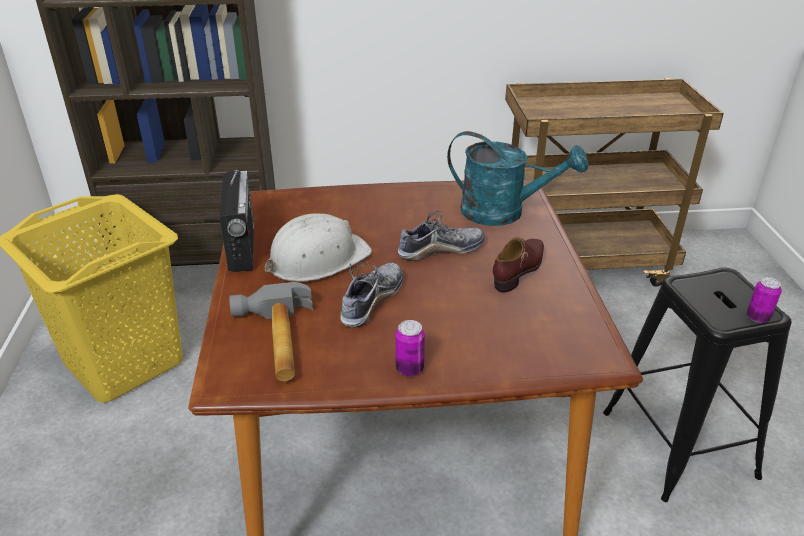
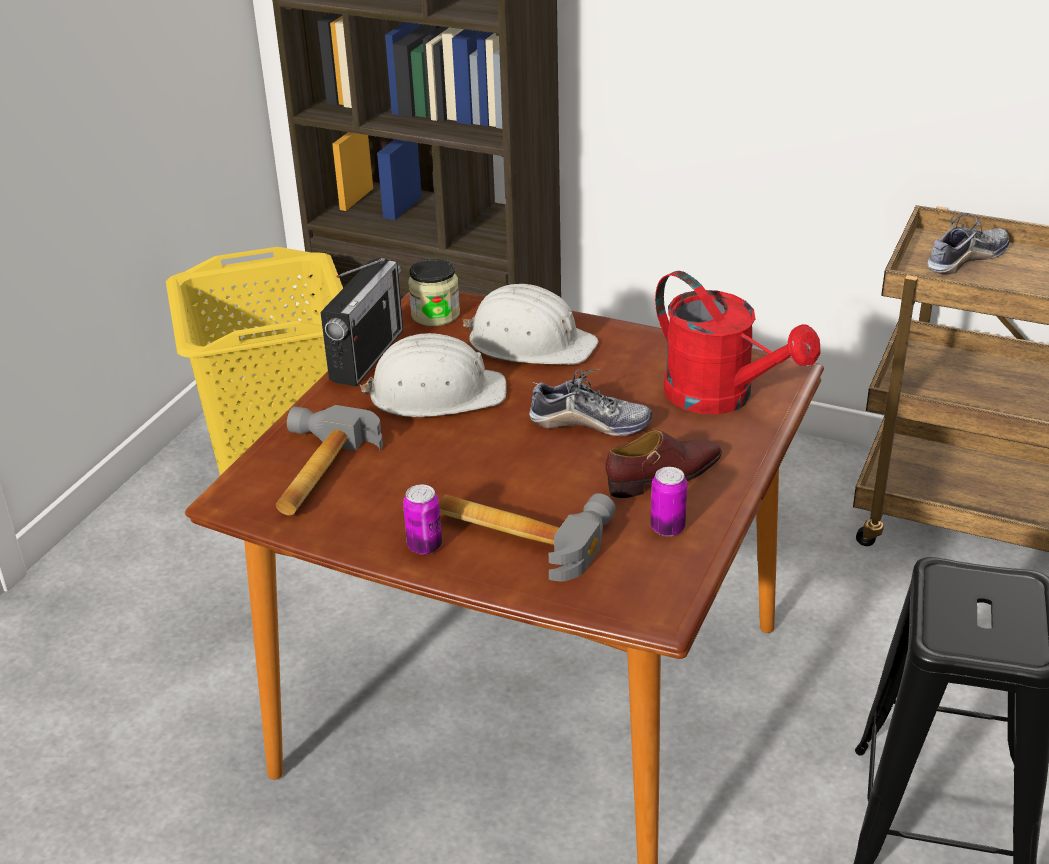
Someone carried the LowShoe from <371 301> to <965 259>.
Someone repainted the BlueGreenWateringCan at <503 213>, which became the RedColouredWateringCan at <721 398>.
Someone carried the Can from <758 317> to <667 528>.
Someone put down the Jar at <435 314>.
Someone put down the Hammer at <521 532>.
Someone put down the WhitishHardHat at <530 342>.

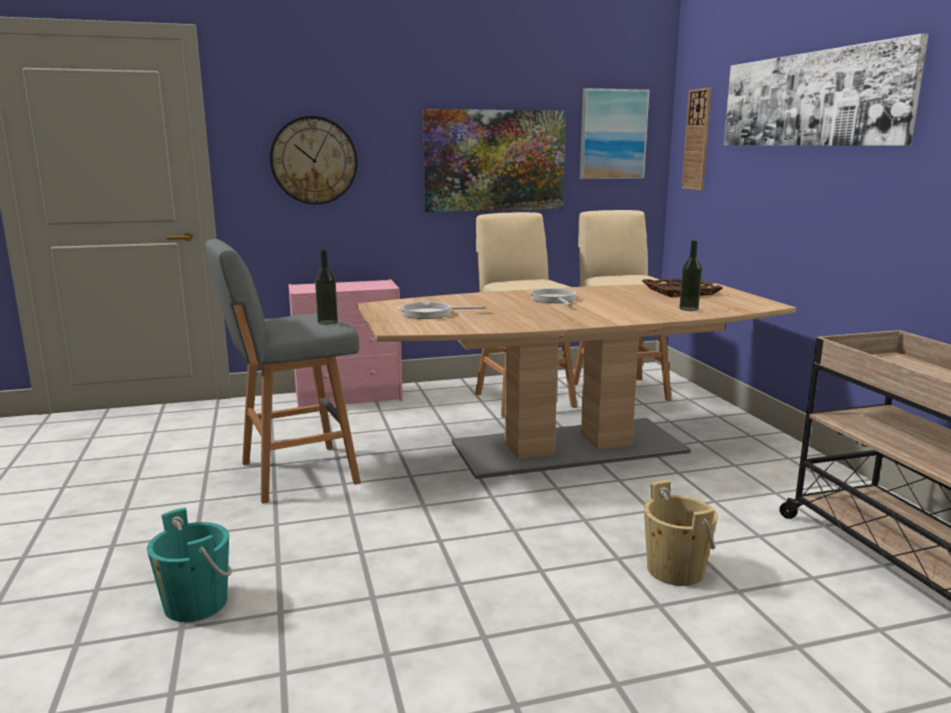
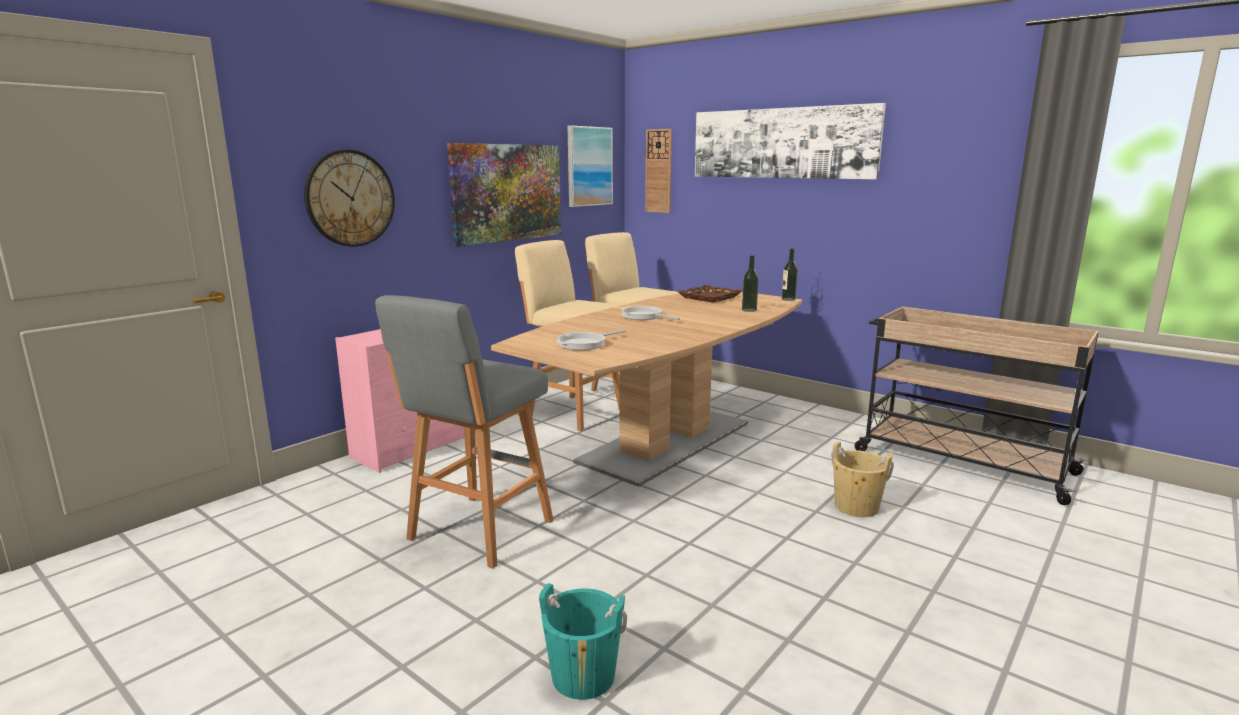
Someone carried the BeverageBottle from <327 322> to <788 299>.

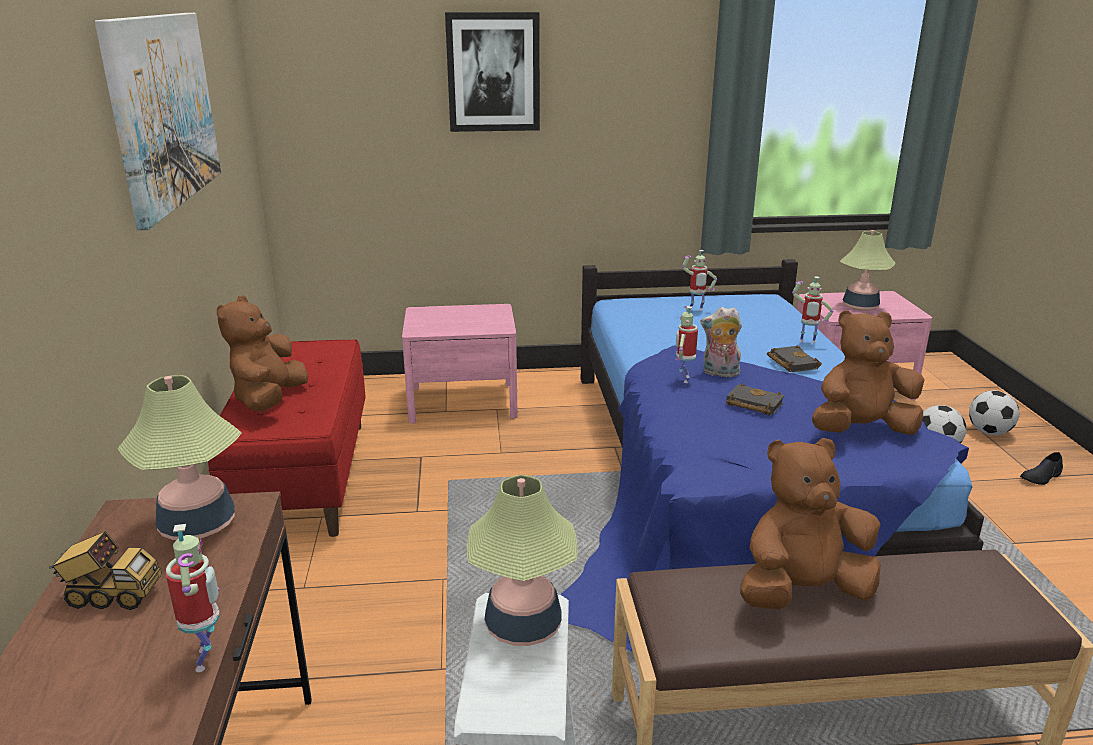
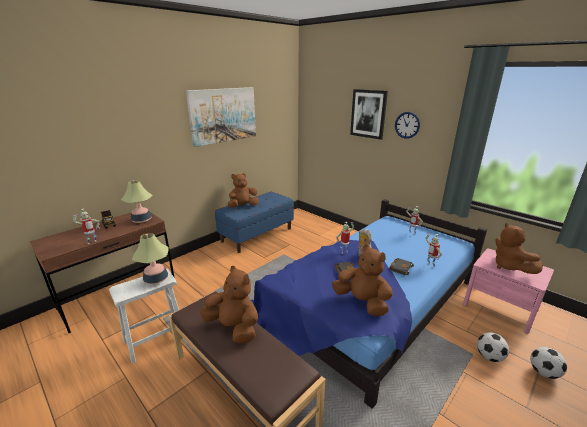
Someone repainted the RedColouredIndoorBench at <303 477>, which became the BluishIndoorBench at <257 235>.
Someone took away the PinkNightstand at <462 402>.
Someone swapped the TableLamp at <860 306> for the BrownPlushToy at <509 266>.
Someone took away the BlackLowShoe at <1041 477>.
Someone put up the HangingClock at <407 125>.

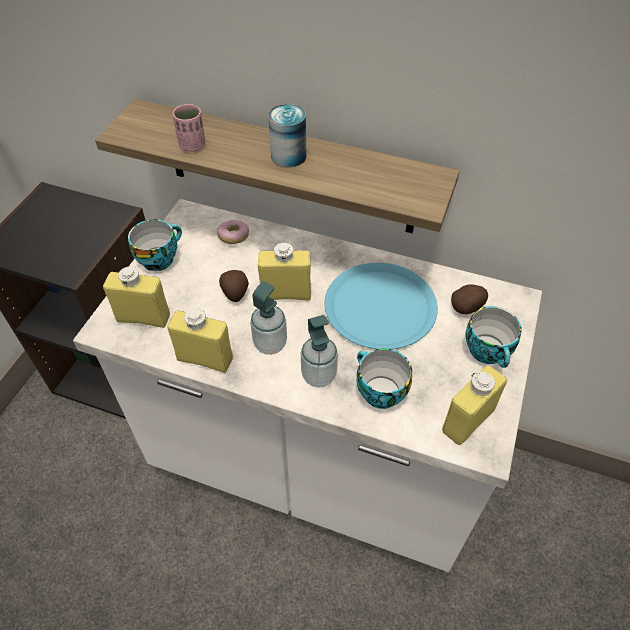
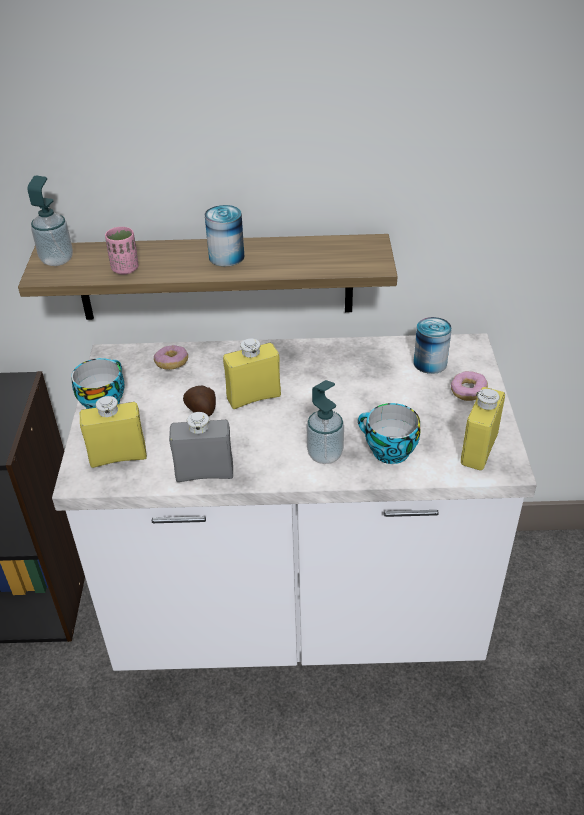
Someone repainted the YellowishBeverageBottle at <205 359>, which became the GreyishBeverageBottle at <204 473>.
Someone carried the SoapBottle from <270 344> to <57 259>.
Someone took away the BluishPlate at <380 307>.
Someone swapped the WholePotato at <467 307> for the Can at <430 363>.
Someone swapped the SmallCup at <489 352> for the Doughnut at <468 392>.

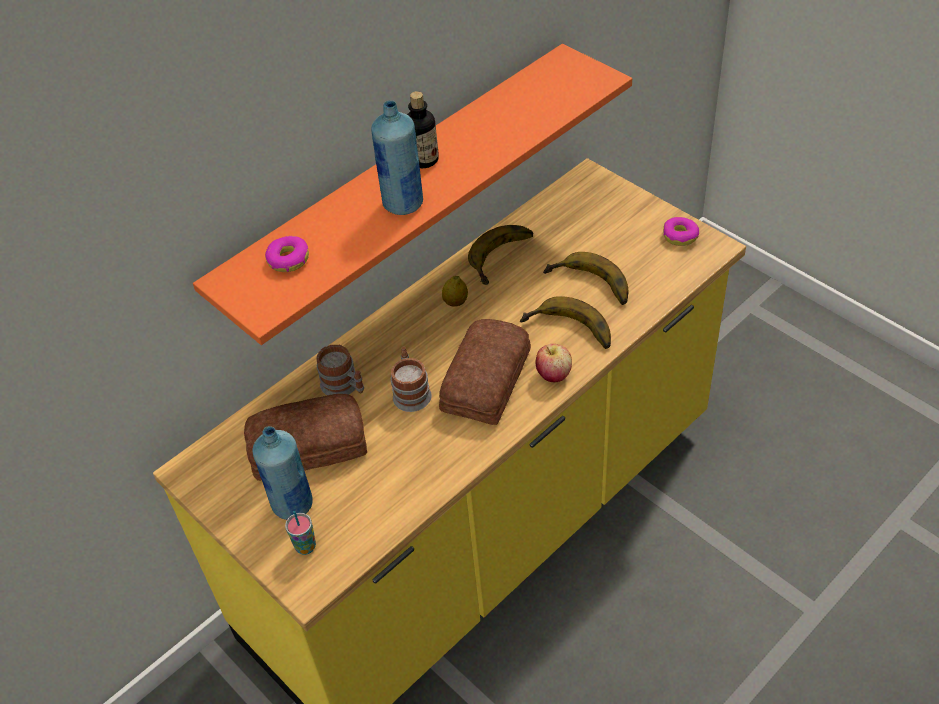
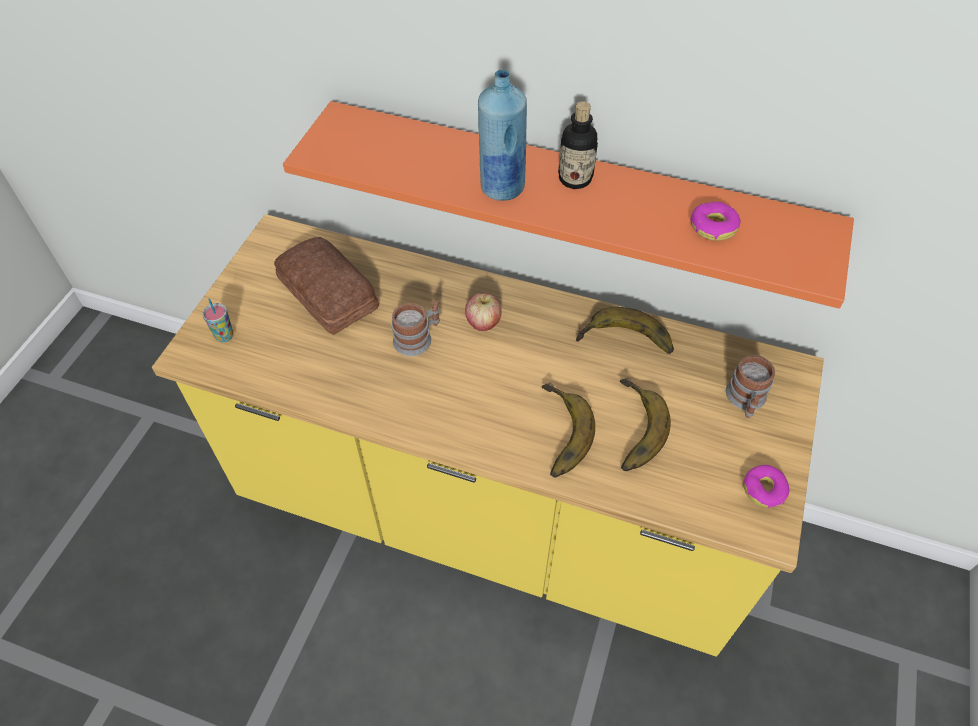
Someone took away the BluishBeverageBottle at <292 505>.
Someone carried the Doughnut from <288 259> to <713 227>.
Someone carried the Mug from <344 386> to <745 400>.
Someone took away the BakeryBread at <488 379>.
Someone took away the Lemon at <455 302>.
Someone carried the AppleFruit from <553 375> to <483 323>.

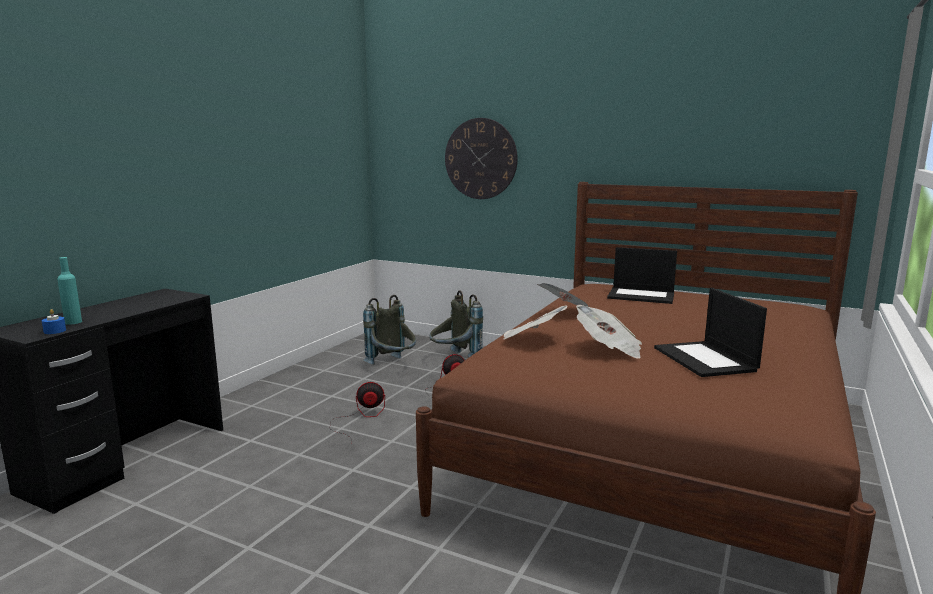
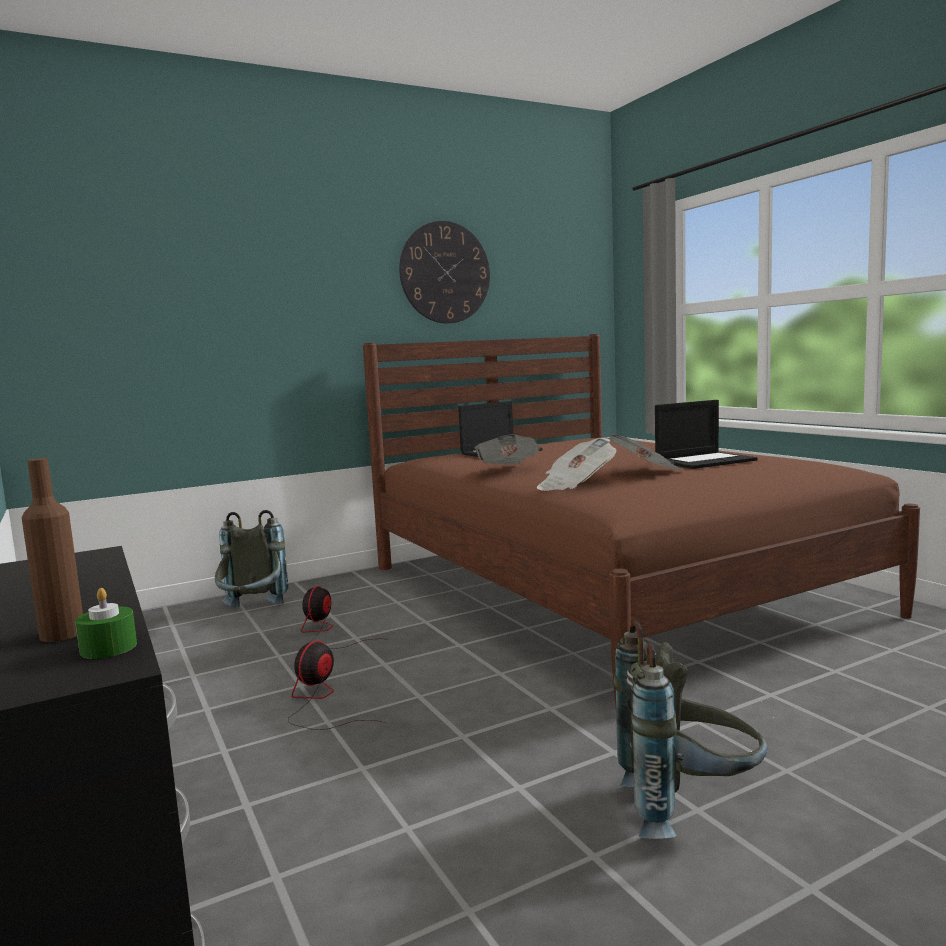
Someone repainted the BluishWaxCandle at <55 331>, which became the GreenWaxCandle at <108 648>.
Someone repainted the BlueGreenBeverageBottle at <73 322>, which became the BrownBeverageBottle at <62 634>.
Someone carried the GreyishRucksack from <392 365> to <688 808>.
Someone carried the HangingClock from <480 159> to <445 272>.
Someone rotated the PortableComputer at <706 359> by 45 degrees counterclockwise.

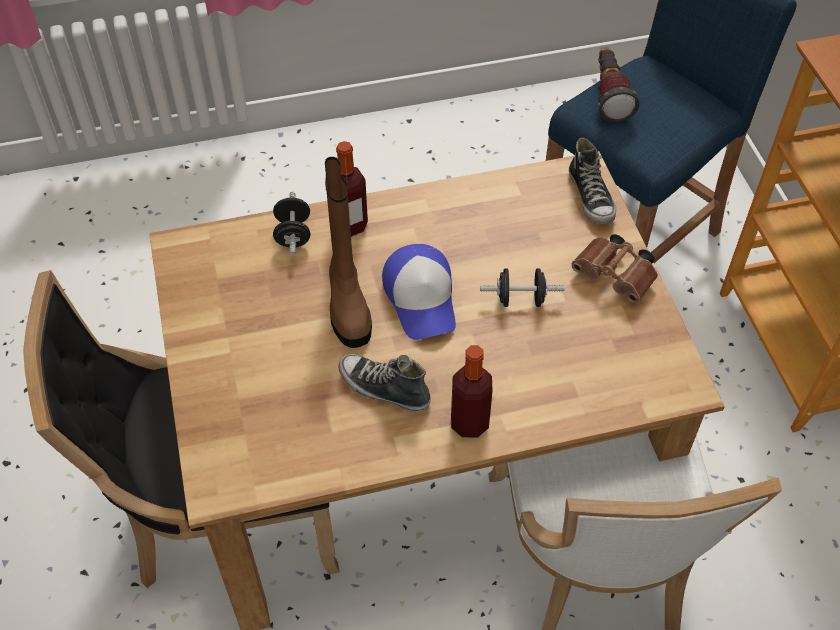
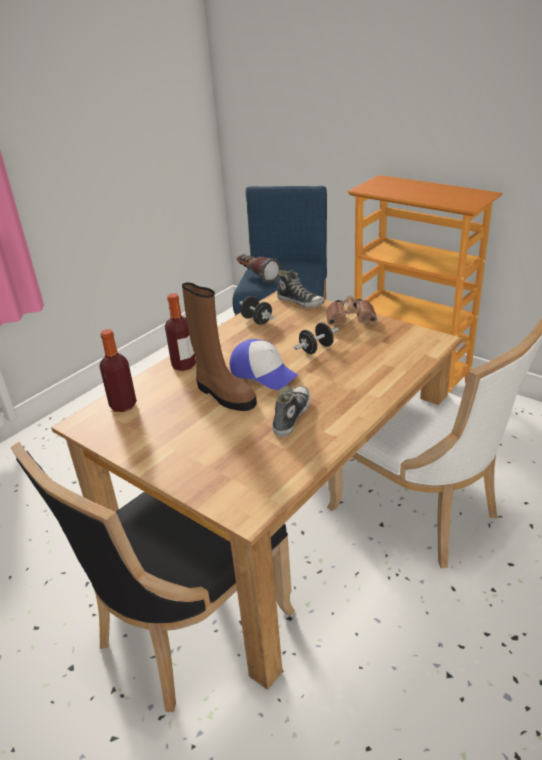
Someone carried the BlackDumbbell from <293 234> to <257 320>.
Someone rotated the LowShoe at <384 388> by 120 degrees clockwise.
Someone carried the BeverageBottle from <469 423> to <123 405>.

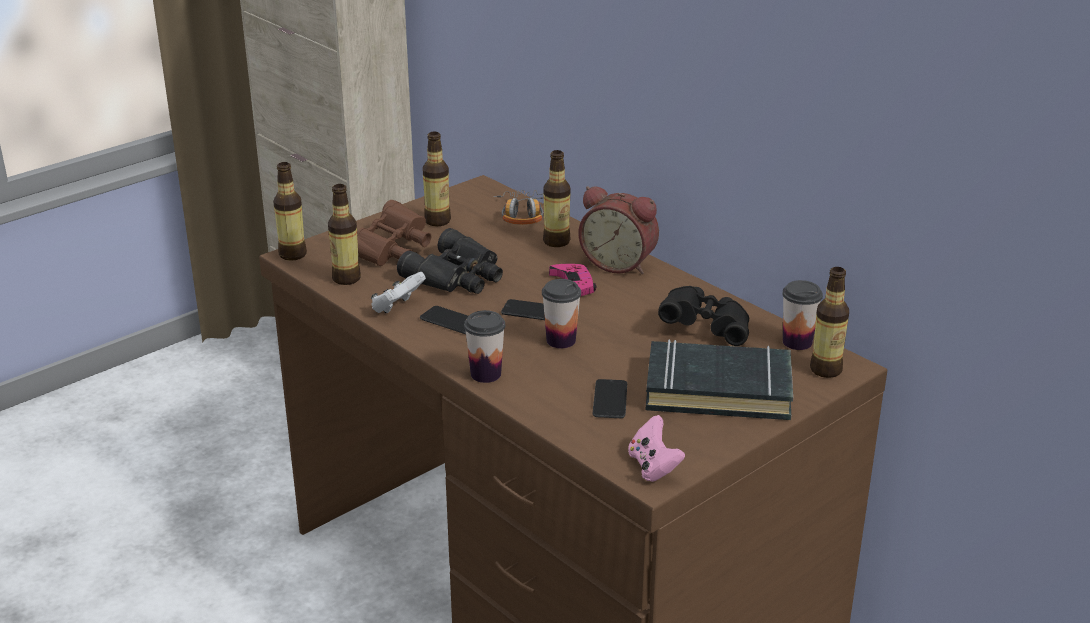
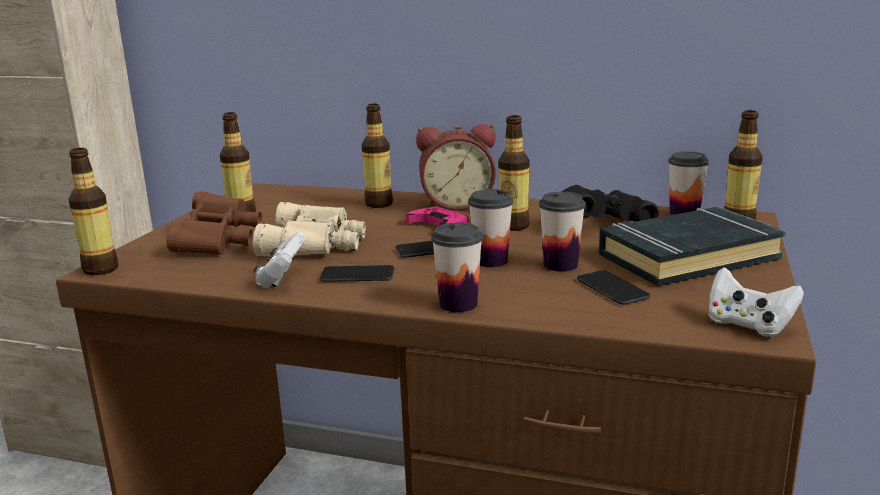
Someone carried the BeverageBottle from <346 279> to <513 226>.
Someone repainted the BlackBinoculars at <457 276>, which became the SandColouredBinoculars at <316 244>.
Someone took away the Headset at <524 214>.
Someone repainted the PinkGameController at <653 467>, which became the WhitishGameController at <748 325>.
Someone put down the SmallCup at <560 265>.

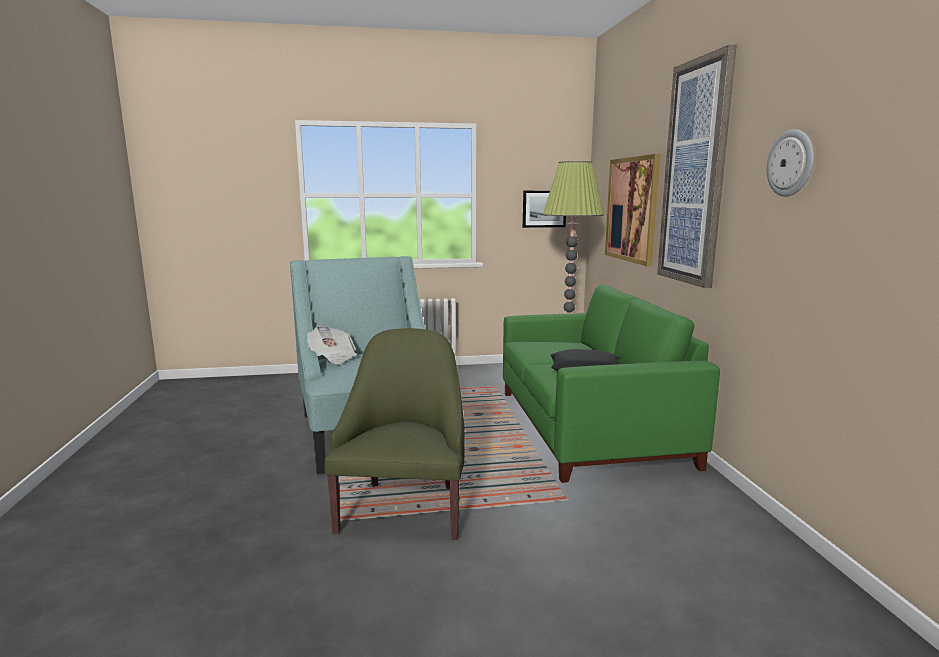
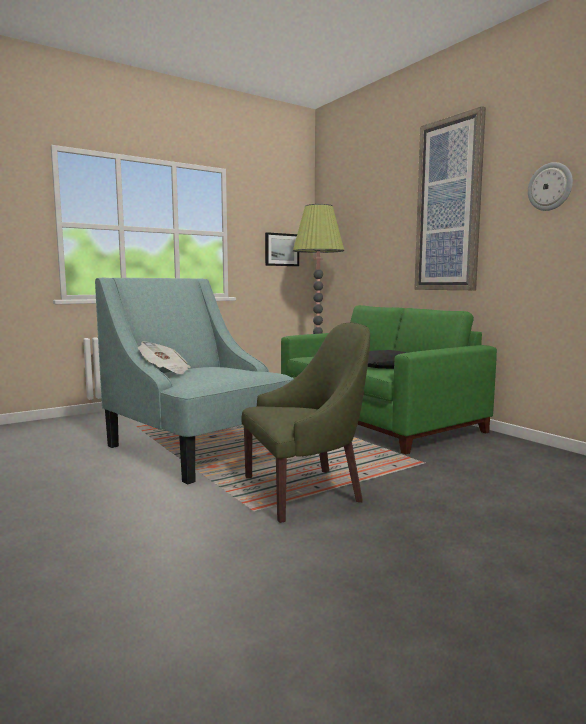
Someone rotated the GreenEasyChair at <404 508> by 90 degrees clockwise.
Someone took away the WallPicture at <632 209>.

